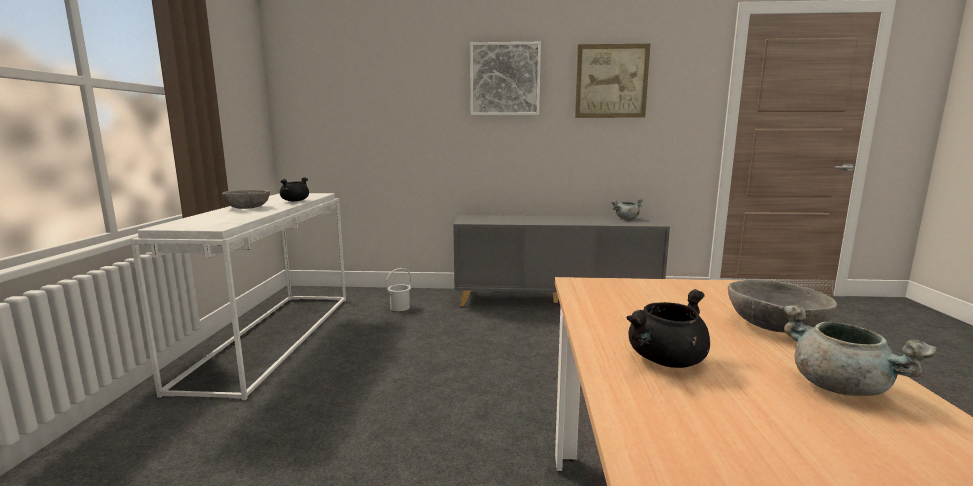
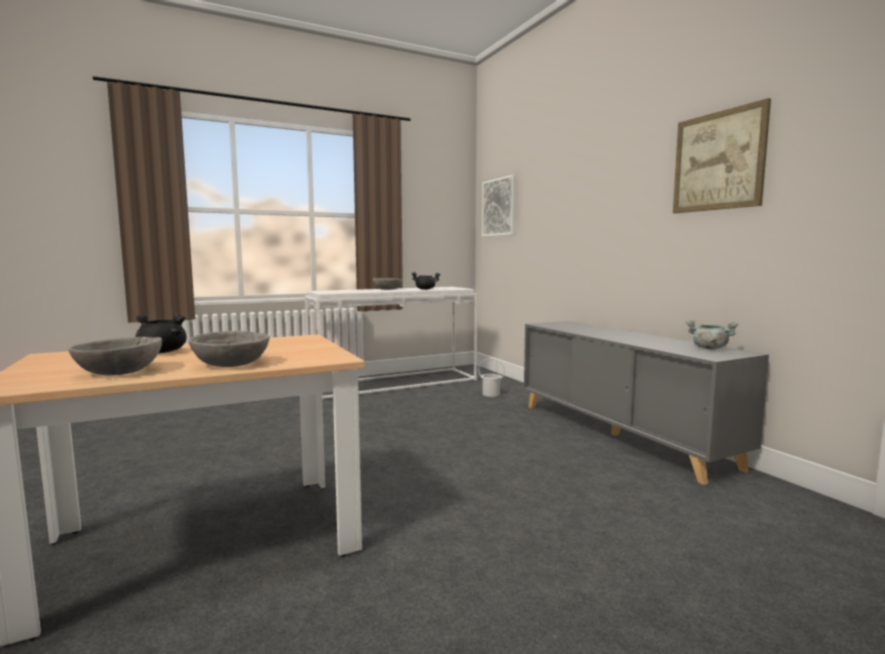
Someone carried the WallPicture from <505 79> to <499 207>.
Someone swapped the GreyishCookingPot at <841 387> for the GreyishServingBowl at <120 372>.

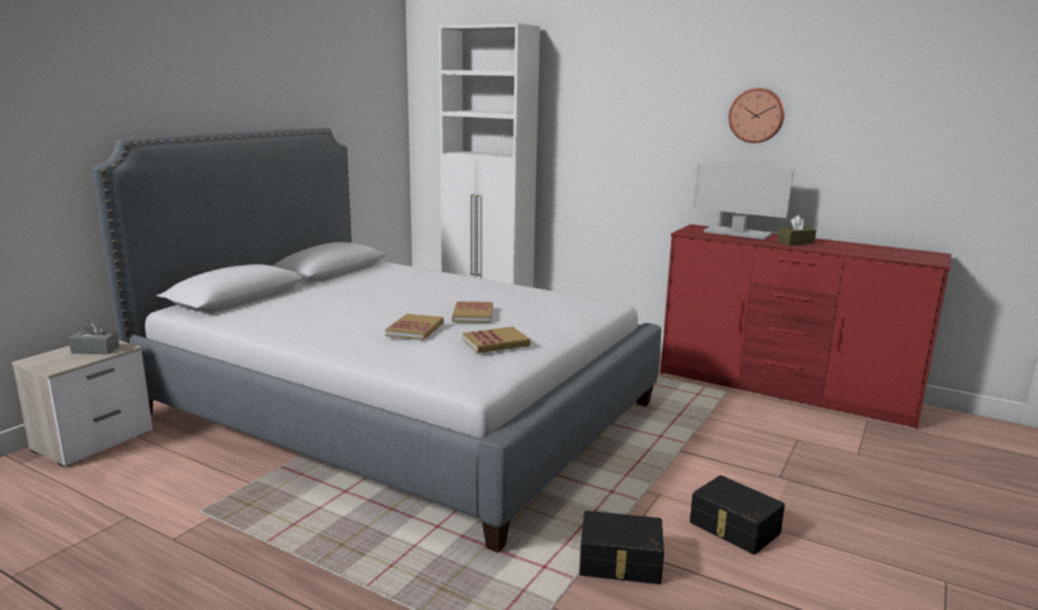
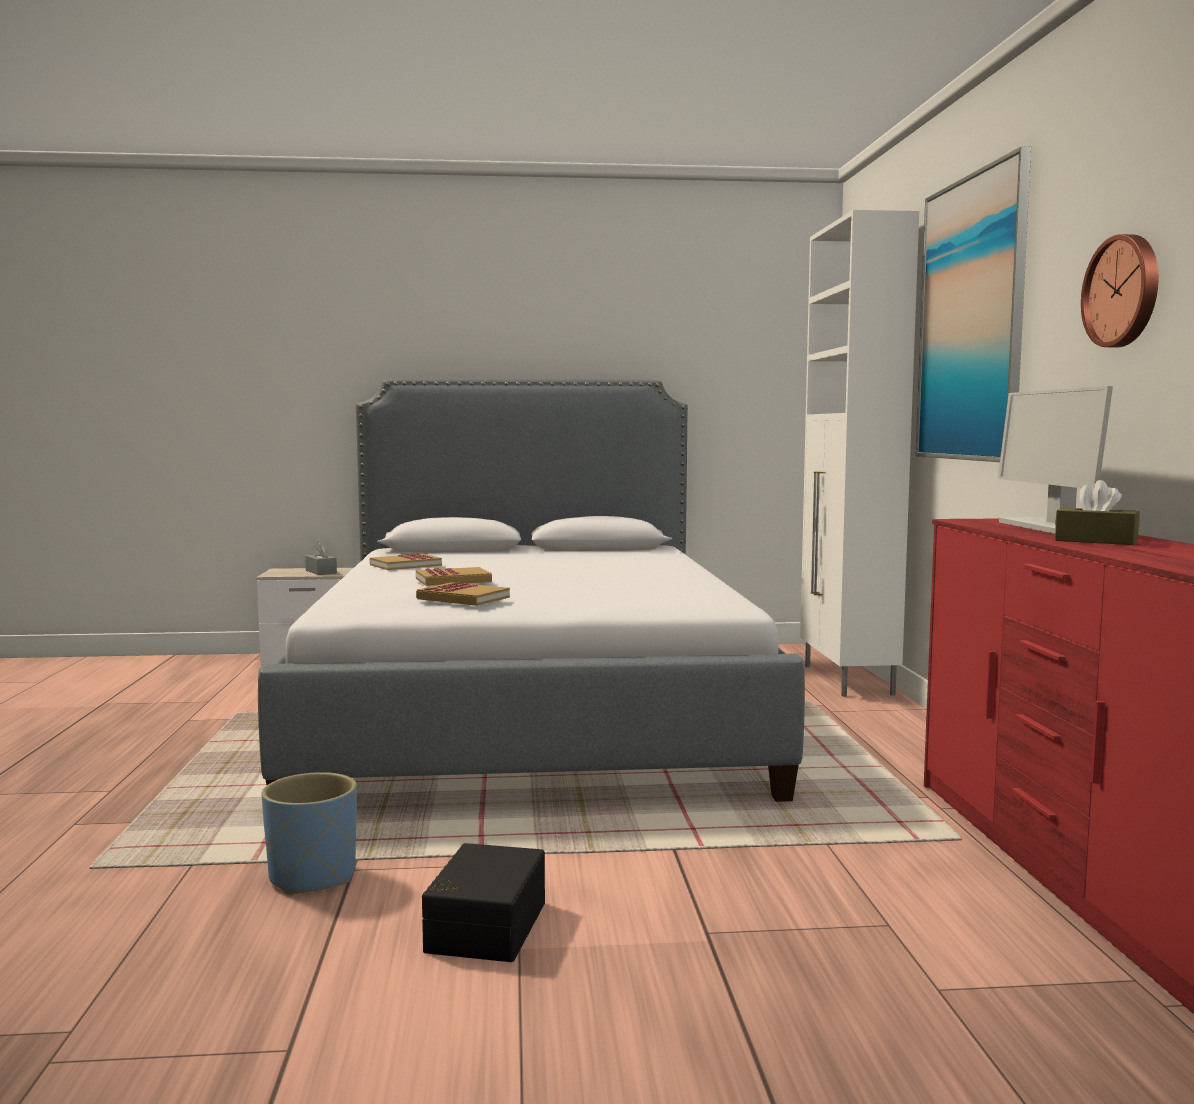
Someone carried the Book from <473 314> to <405 565>.
Someone swapped the BlackStorageBin at <620 563> for the BluishPlantPot at <313 877>.
Someone put up the WallPicture at <971 319>.

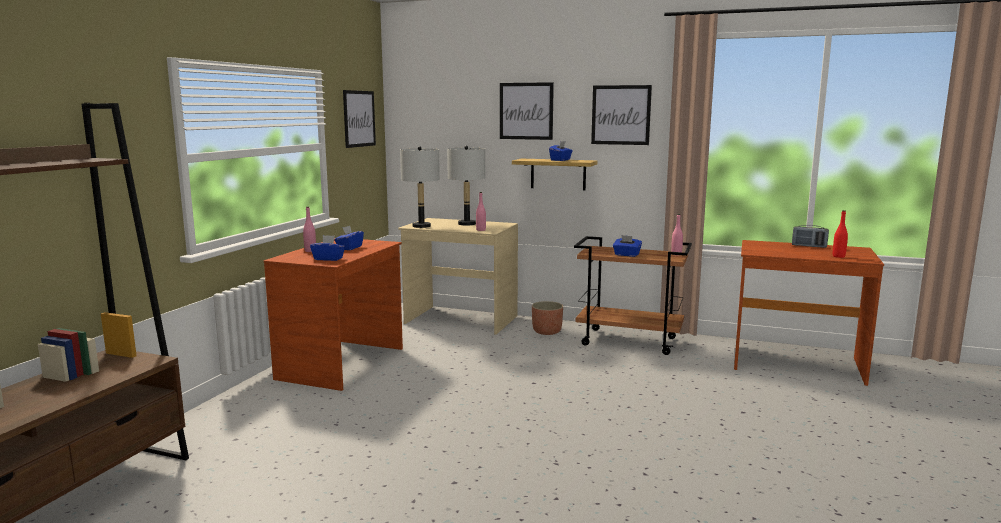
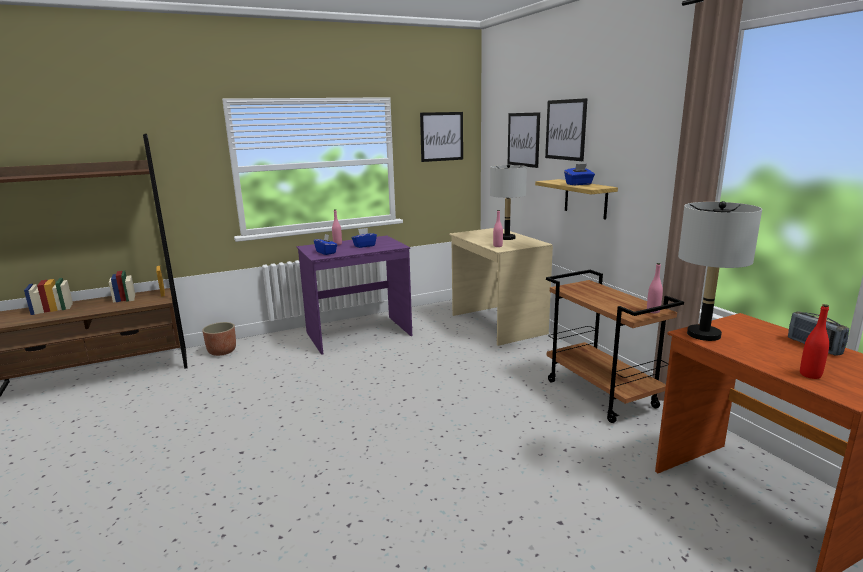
Someone repainted the BrownDeskUnit at <343 364>, which became the PurplishDeskUnit at <359 334>.
Someone carried the GreyishTableLamp from <421 226> to <703 335>.
Someone carried the PlantPot from <547 331> to <222 351>.
Someone carried the WallPicture from <621 115> to <523 139>.
Someone took away the BluishBoxOfTissues at <626 255>.

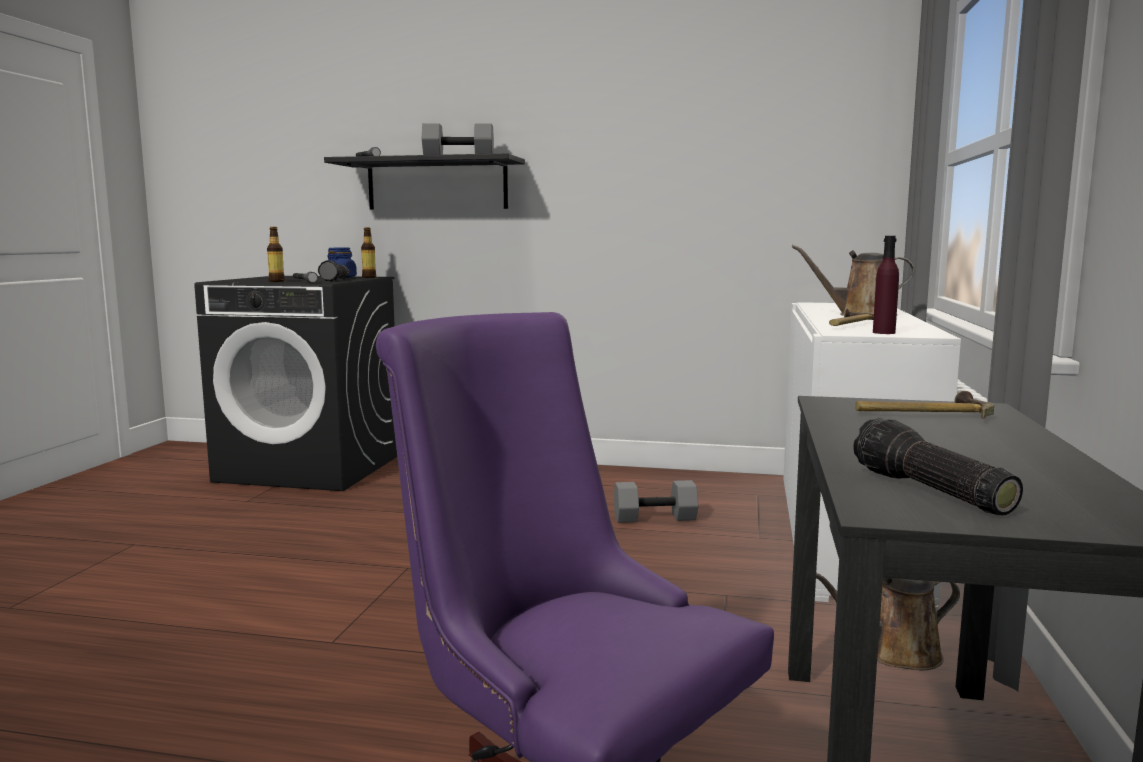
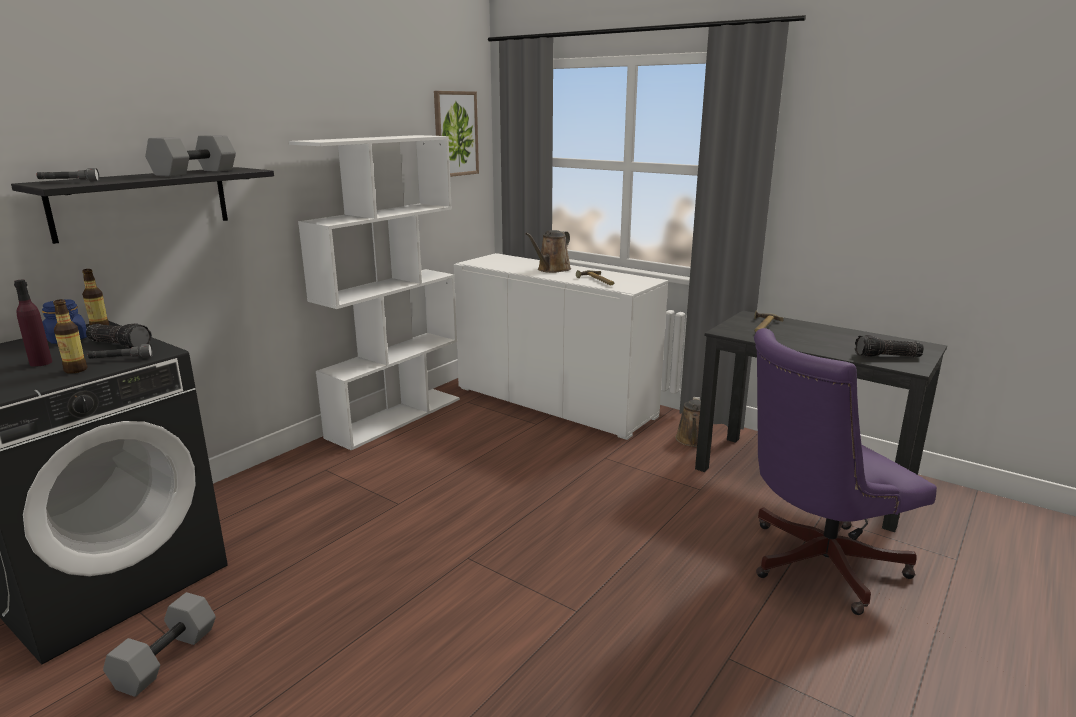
Someone carried the GreyishDumbbell from <655 517> to <165 657>.
Someone carried the PurplishBeverageBottle from <883 332> to <41 363>.
Someone put down the WhitishBookshelf at <395 417>.
Someone put up the WallPicture at <455 134>.

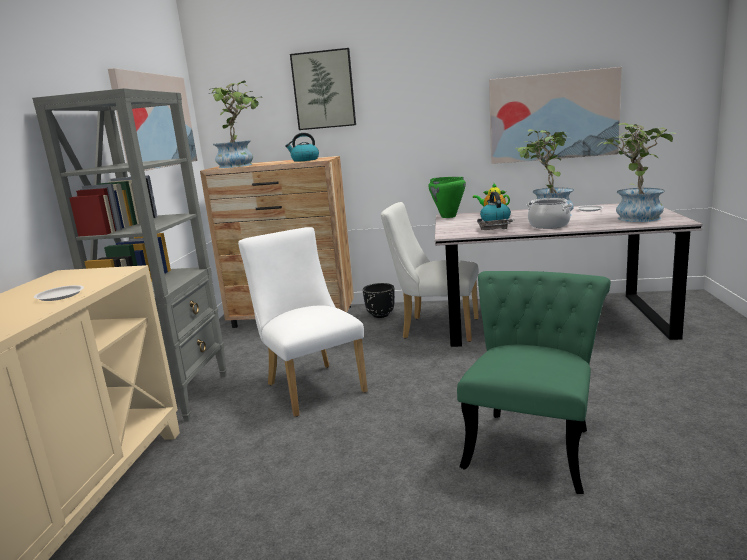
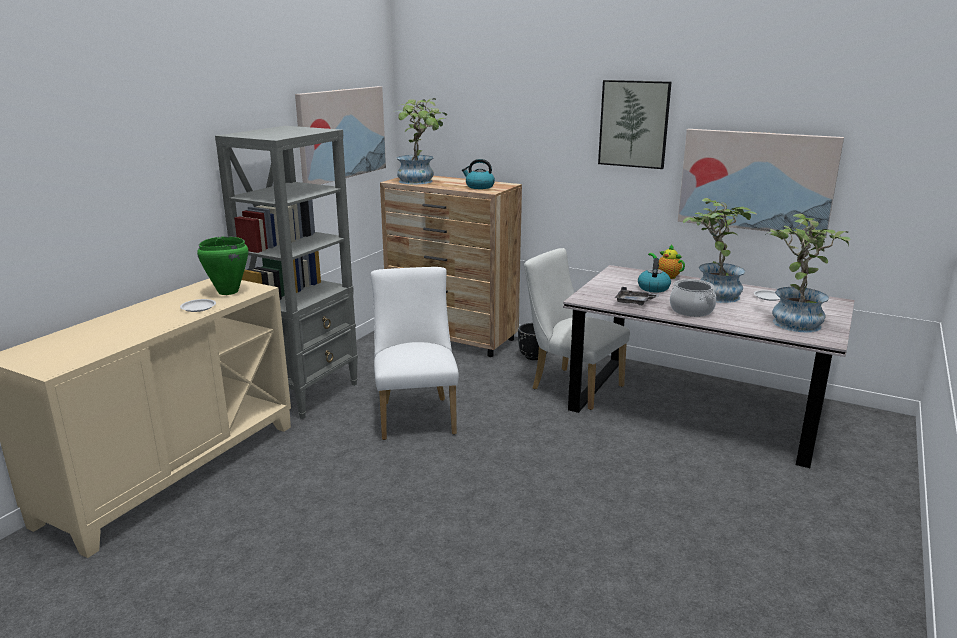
Someone carried the WallPicture from <324 90> to <634 124>.
Someone carried the GreenCookingPot from <448 216> to <227 292>.
Someone took away the GreenPlainChair at <533 443>.

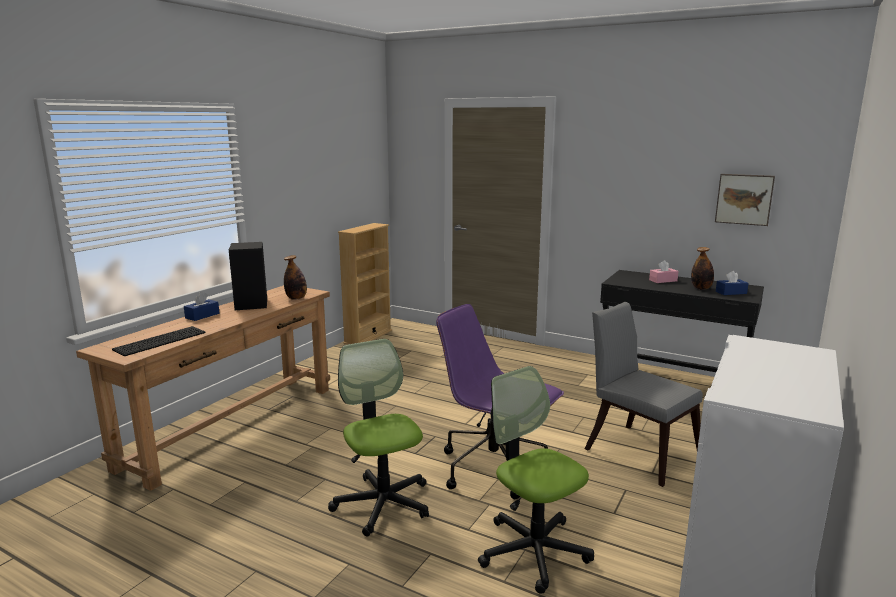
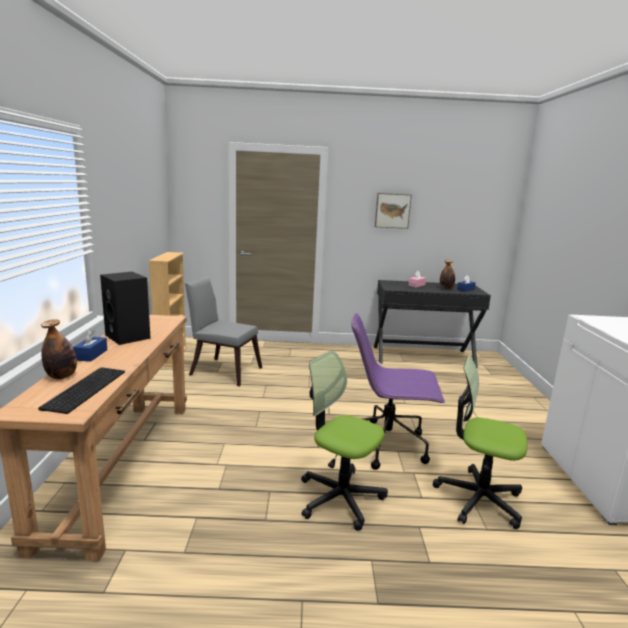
Someone carried the BeverageBottle from <296 298> to <62 376>.
Someone carried the GreyishPlainChair from <637 450> to <222 370>.
Someone carried the WallPicture from <744 199> to <392 210>.

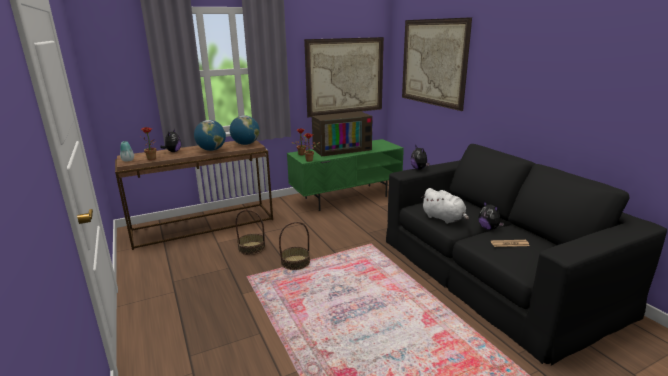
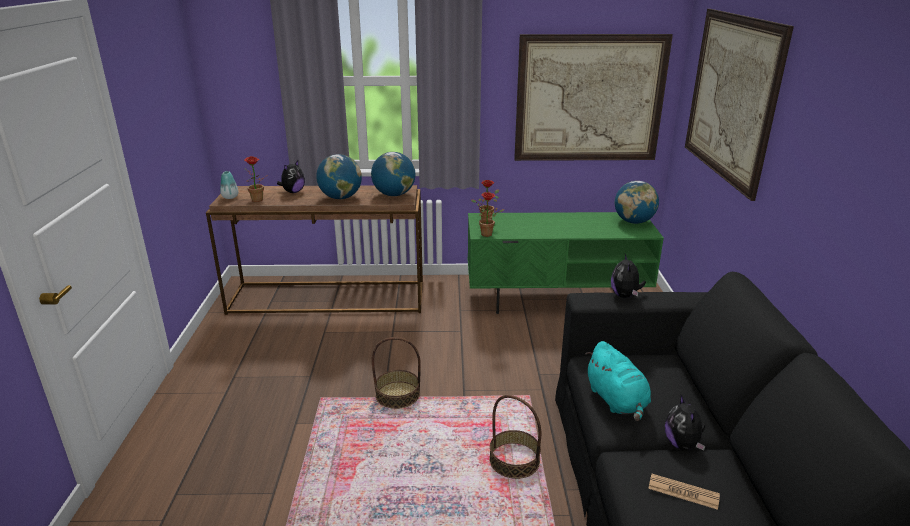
Someone carried the StorageBasket from <252 248> to <514 460>.
Someone took away the TvSet at <342 149>.
Someone repainted the WhitishPlushToy at <444 218>, which became the BlueGreenPlushToy at <617 401>.
Someone put down the Globe at <634 222>.

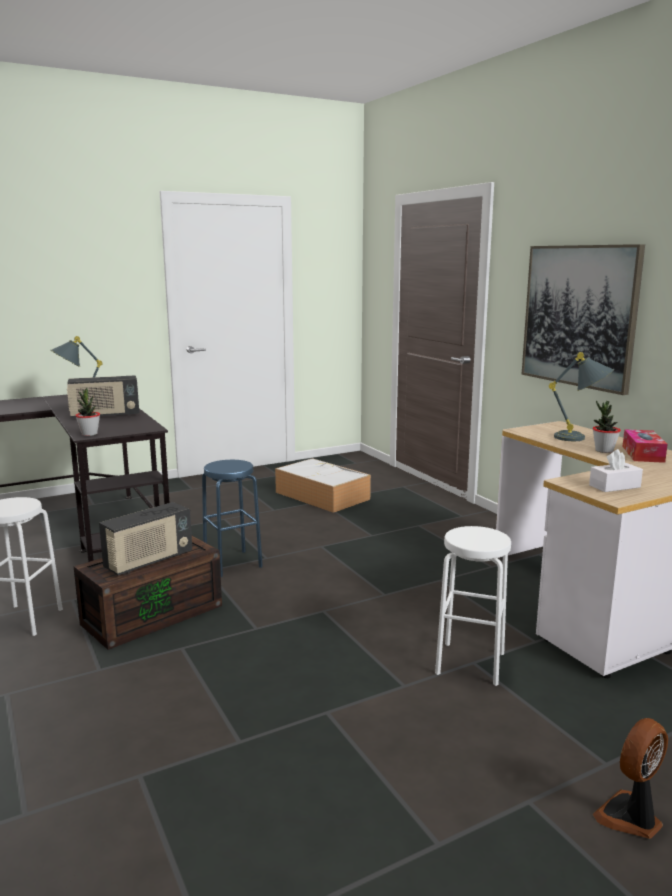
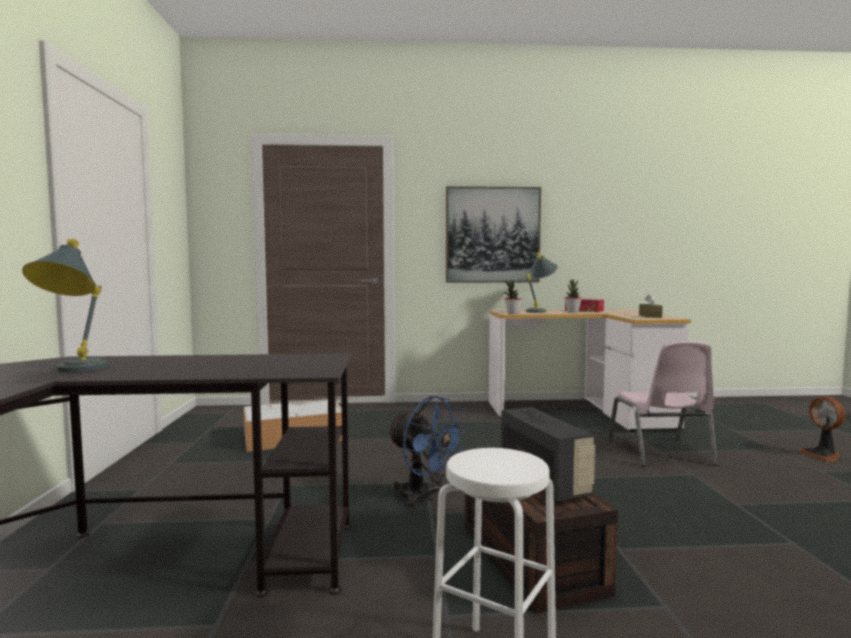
Someone took away the RadioSet at <105 415>.
Someone carried the Houseplant from <89 434> to <512 313>.
Someone swapped the BluishStoolSeat at <232 563> for the BluishElectricFan at <424 498>.
Someone swapped the WhitishStoolSeat at <470 663> for the PinkPlainChair at <660 452>.
Someone repainted the WhitishBoxOfTissues at <614 486>, which became the BrownBoxOfTissues at <650 316>.

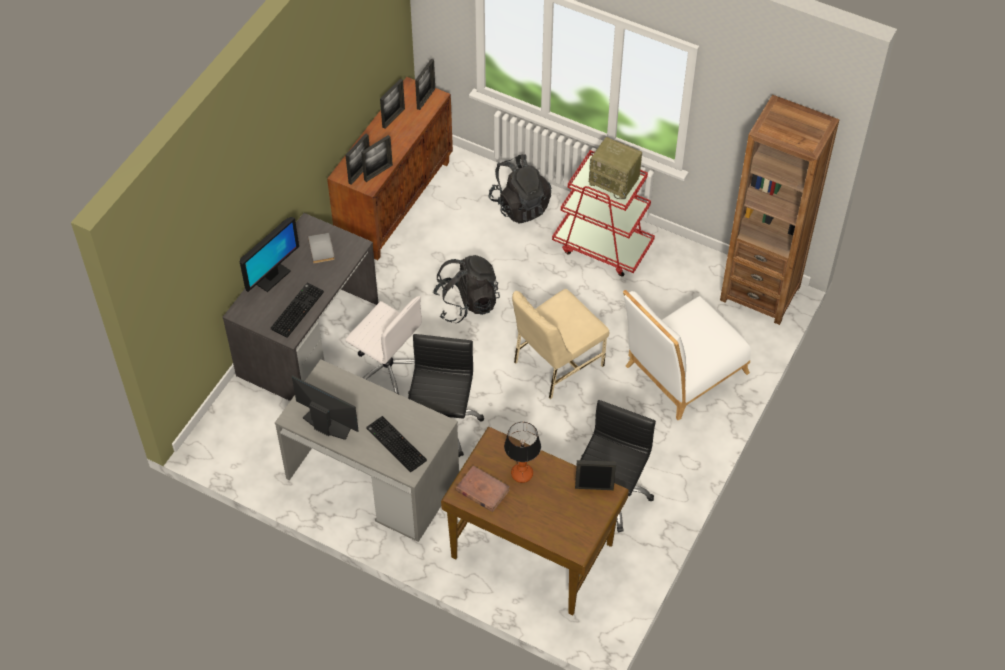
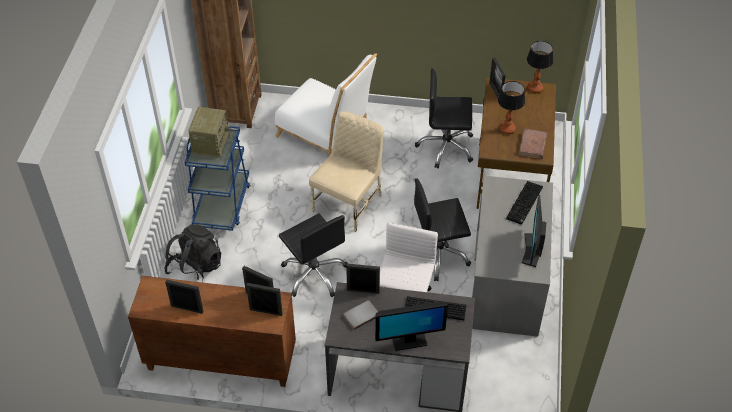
Someone rotated the ComputerDisplay at <272 277> by 150 degrees clockwise.
Someone carried the PictureFrame from <426 98> to <363 290>.
Someone swapped the BlackRucksack at <467 303> for the BlackComputerChair at <314 274>.
Someone rotated the SandColouredPlainChair at <556 363> by 90 degrees counterclockwise.
Someone repainted the RedColouredWheeledCart at <603 246>, which became the BluishWheeledCart at <222 204>.
Someone put down the TableLamp at <535 88>.

